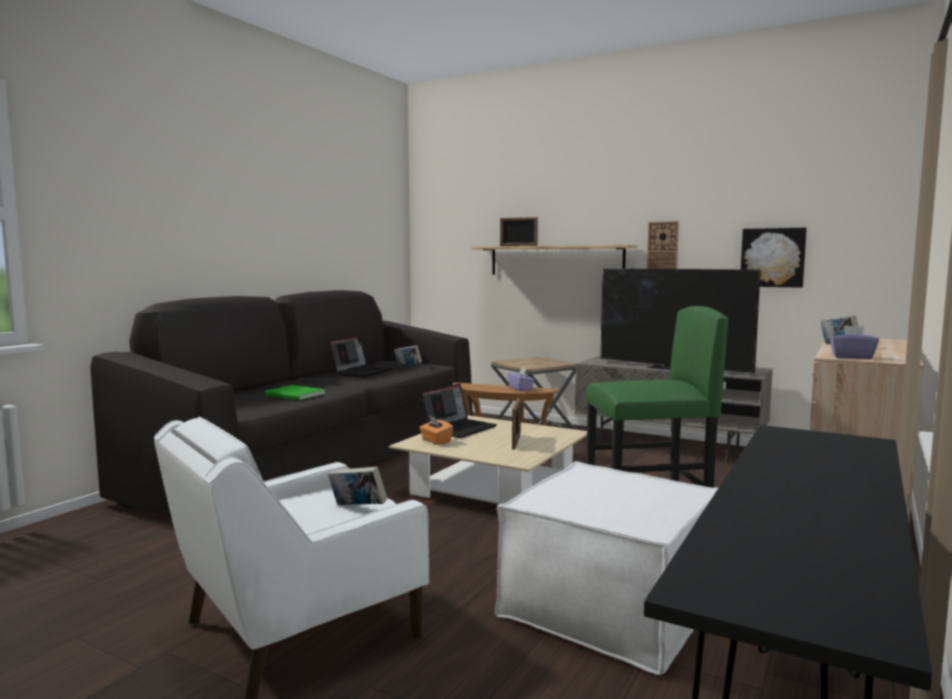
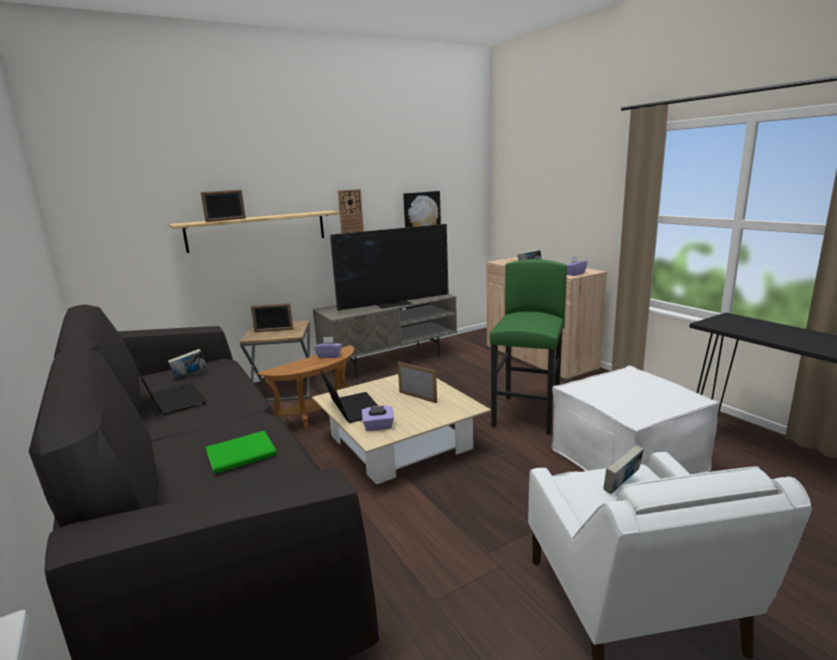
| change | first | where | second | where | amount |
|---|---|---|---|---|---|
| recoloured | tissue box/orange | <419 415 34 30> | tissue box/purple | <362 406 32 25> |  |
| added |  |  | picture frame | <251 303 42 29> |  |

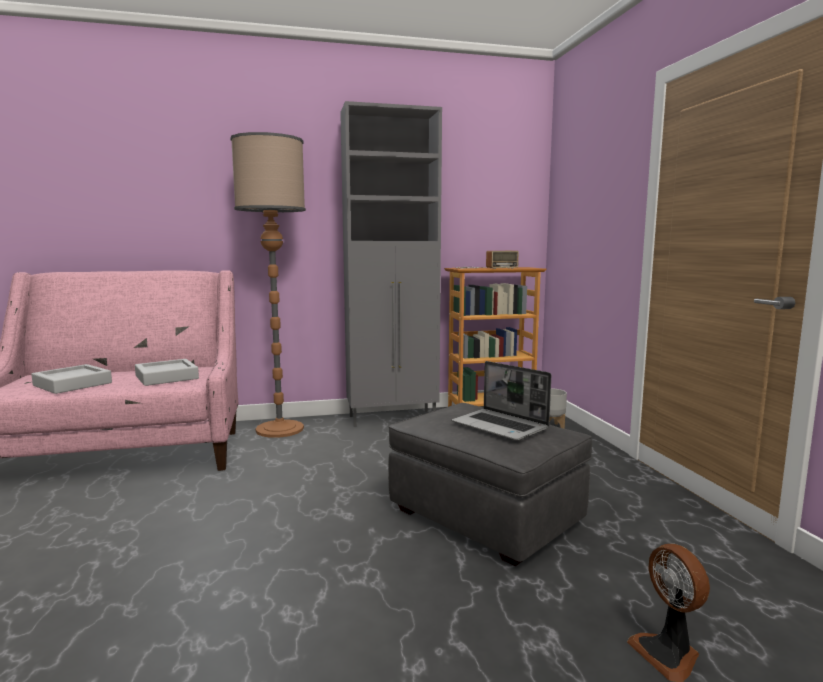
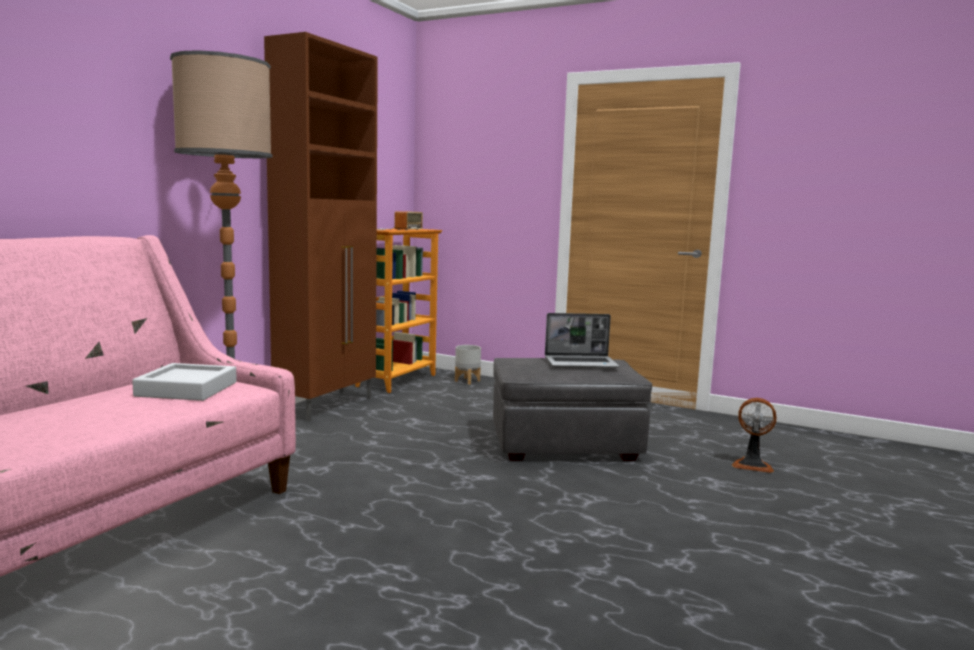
| change | first | where | second | where | amount |
|---|---|---|---|---|---|
| removed | tray/grey | <31 364 81 30> |  |  |  |
| recoloured | cabinet/grey | <340 101 102 326> | cabinet/brown | <264 32 114 390> |  |

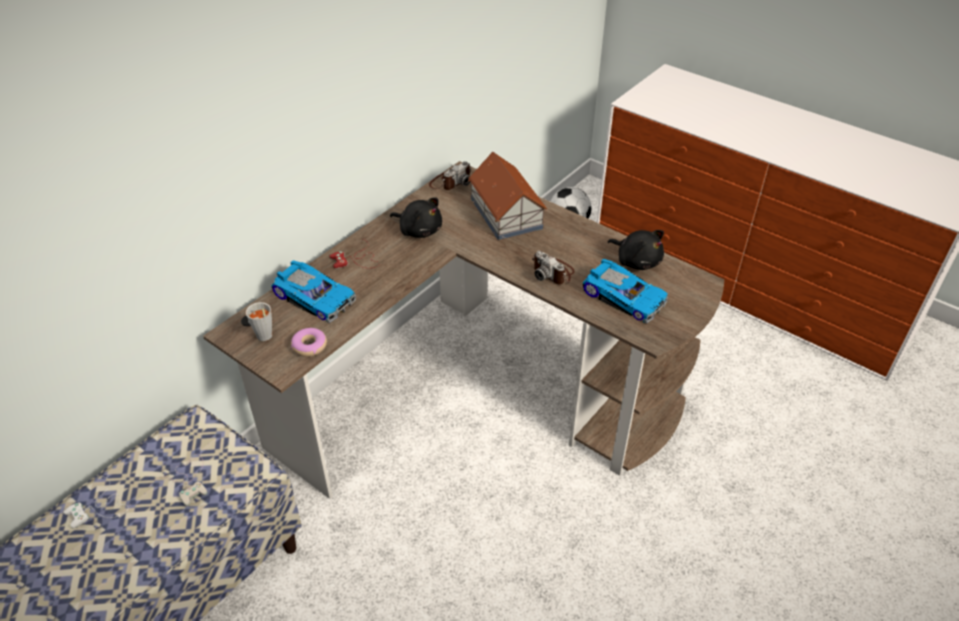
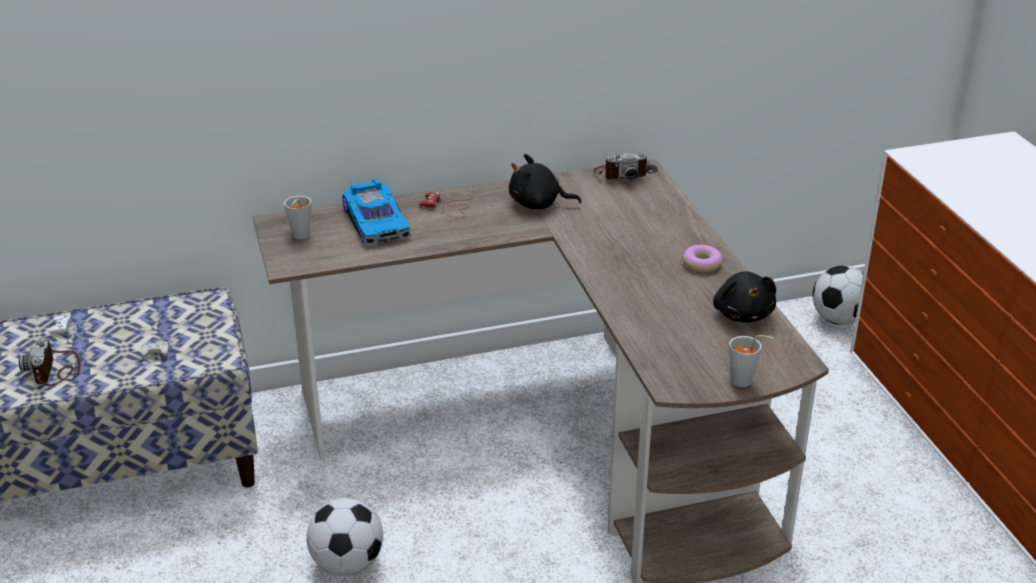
| change | first | where | second | where | amount |
|---|---|---|---|---|---|
| moved | donut | <291 328 36 29> |  | <682 245 41 27> |  |
| turned | plush toy/black | <390 198 52 40> |  | <509 154 73 55> | 120 degrees clockwise |
| removed | toy house | <468 152 79 88> |  |  |  |
| moved | photo camera | <532 251 43 34> |  | <19 338 62 48> |  |
| removed | toy car | <583 259 85 65> |  |  |  |
| added |  |  | football | <306 498 77 78> |  |
| added |  |  | cup/grey | <729 335 45 52> |  |

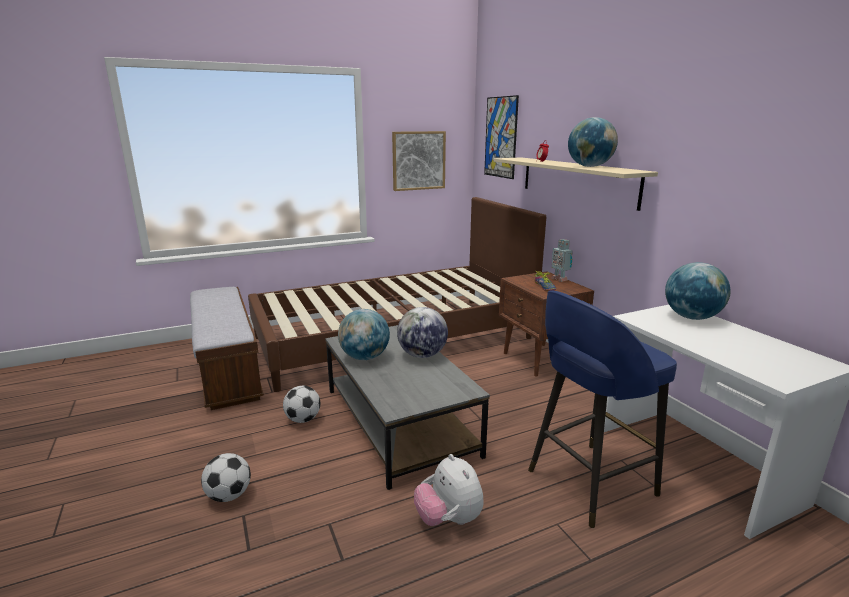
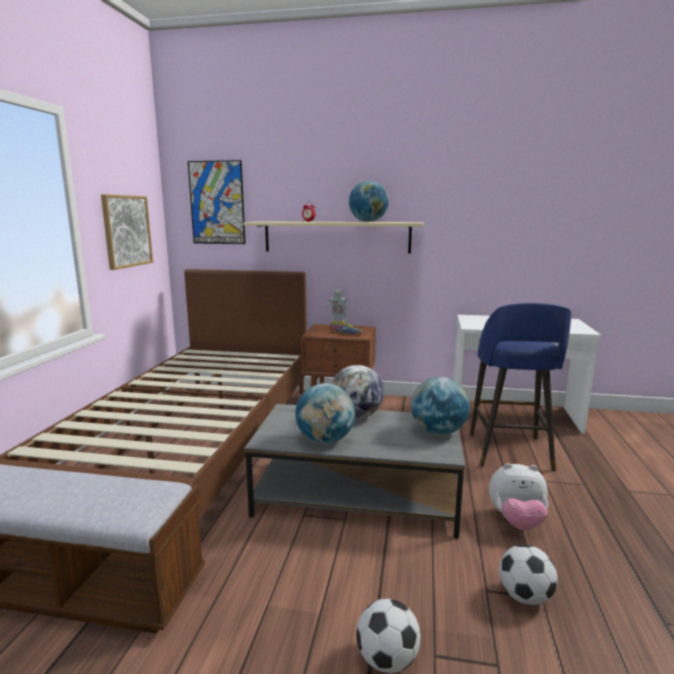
| change | first | where | second | where | amount |
|---|---|---|---|---|---|
| moved | football | <283 386 37 37> |  | <499 545 59 60> |  |
| moved | globe | <665 262 66 58> |  | <411 377 59 58> |  |

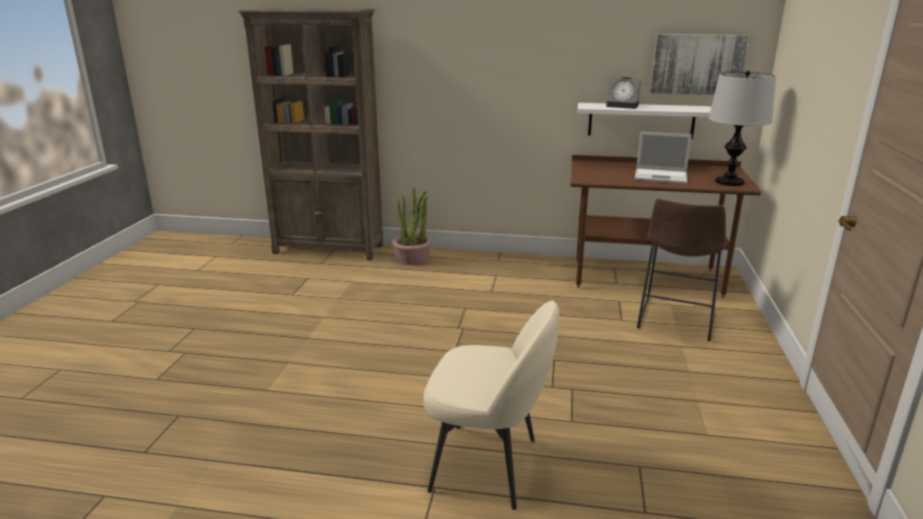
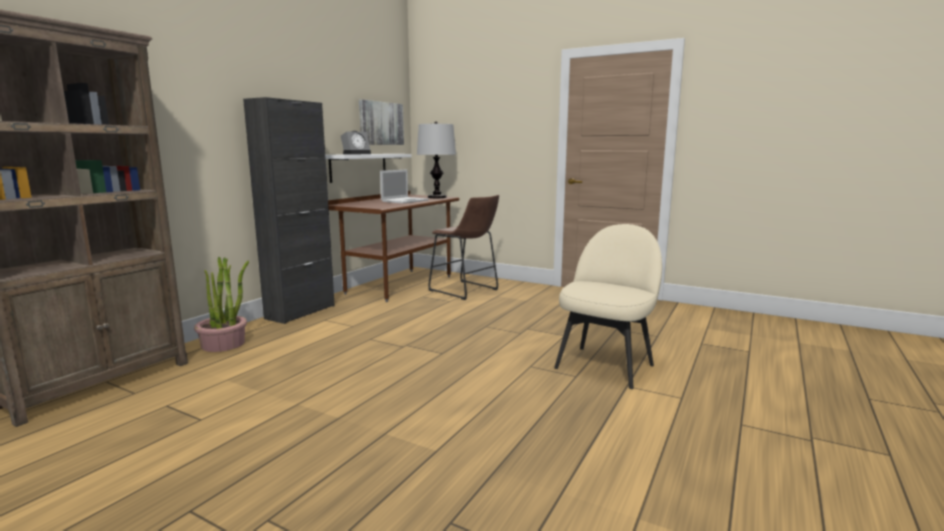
| change | first | where | second | where | amount |
|---|---|---|---|---|---|
| added |  |  | cabinet/black | <243 97 92 227> |  |

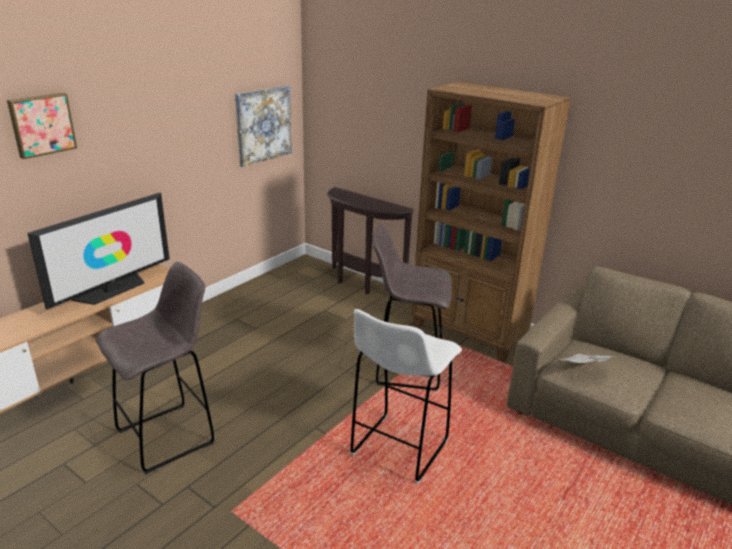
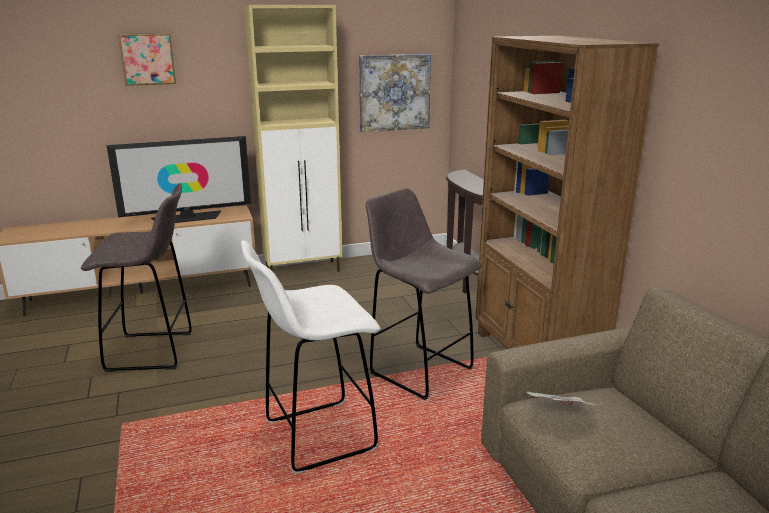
| change | first | where | second | where | amount |
|---|---|---|---|---|---|
| added |  |  | cabinet/beige | <244 5 98 267> |  |

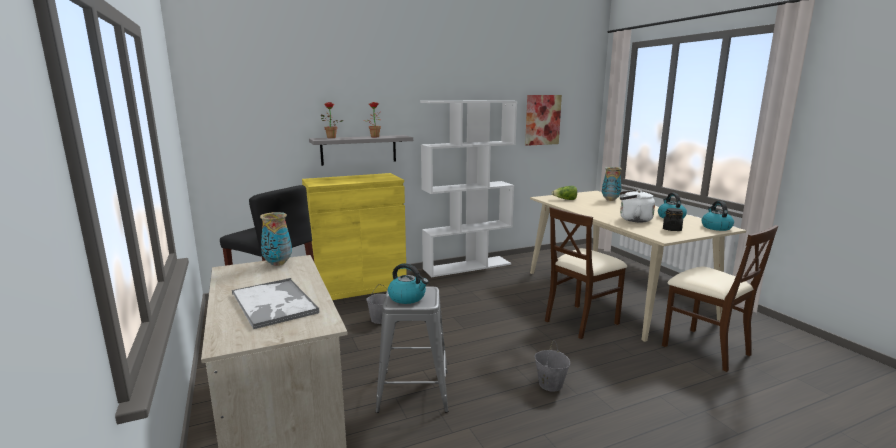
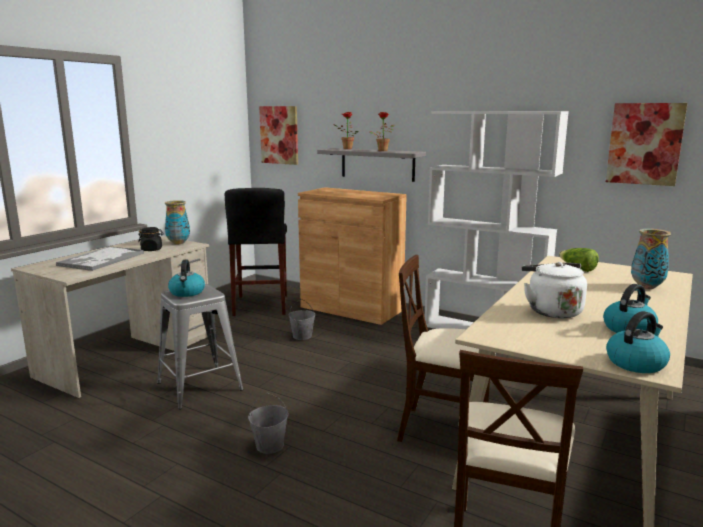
| change | first | where | second | where | amount |
|---|---|---|---|---|---|
| recoloured | cabinet/yellow | <302 173 105 127> | cabinet/brown | <298 187 109 138> |  |
| moved | jar/black | <663 208 20 23> |  | <138 227 26 24> |  |
| added |  |  | picture | <259 106 39 59> |  |

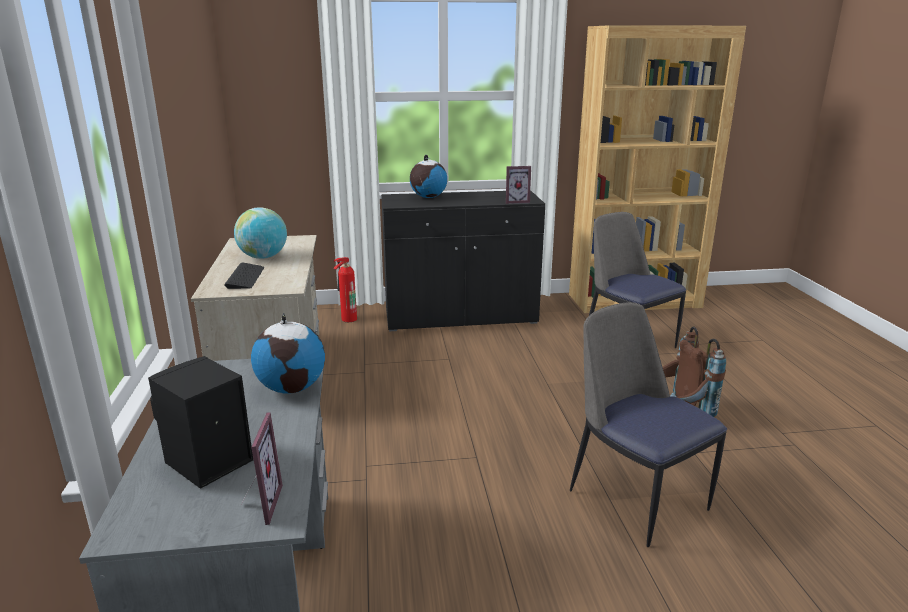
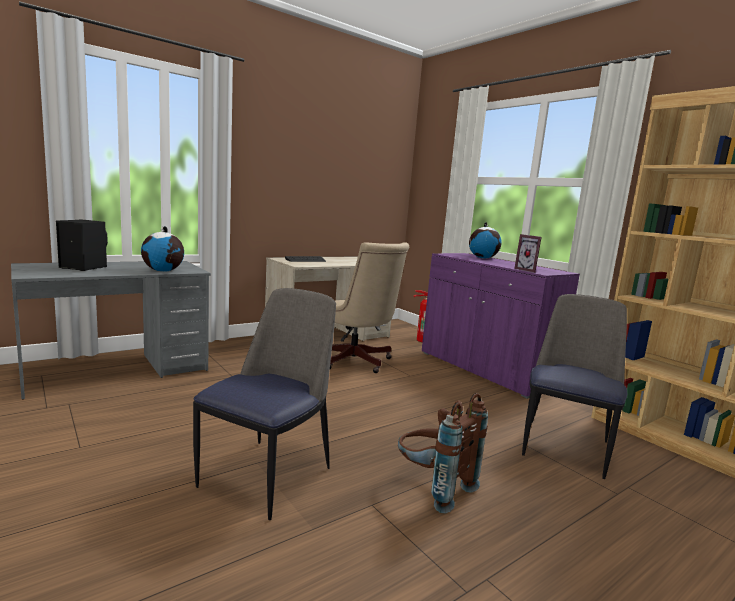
| change | first | where | second | where | amount |
|---|---|---|---|---|---|
| removed | globe | <234 207 53 52> |  |  |  |
| removed | picture frame | <242 412 41 113> |  |  |  |
| recoloured | cabinet/black | <381 190 164 141> | cabinet/purple | <422 253 158 146> |  |
| added |  |  | office chair/beige | <330 242 79 131> |  |

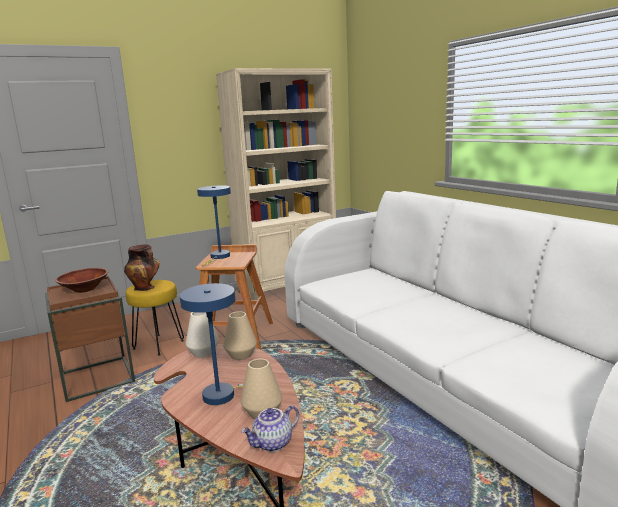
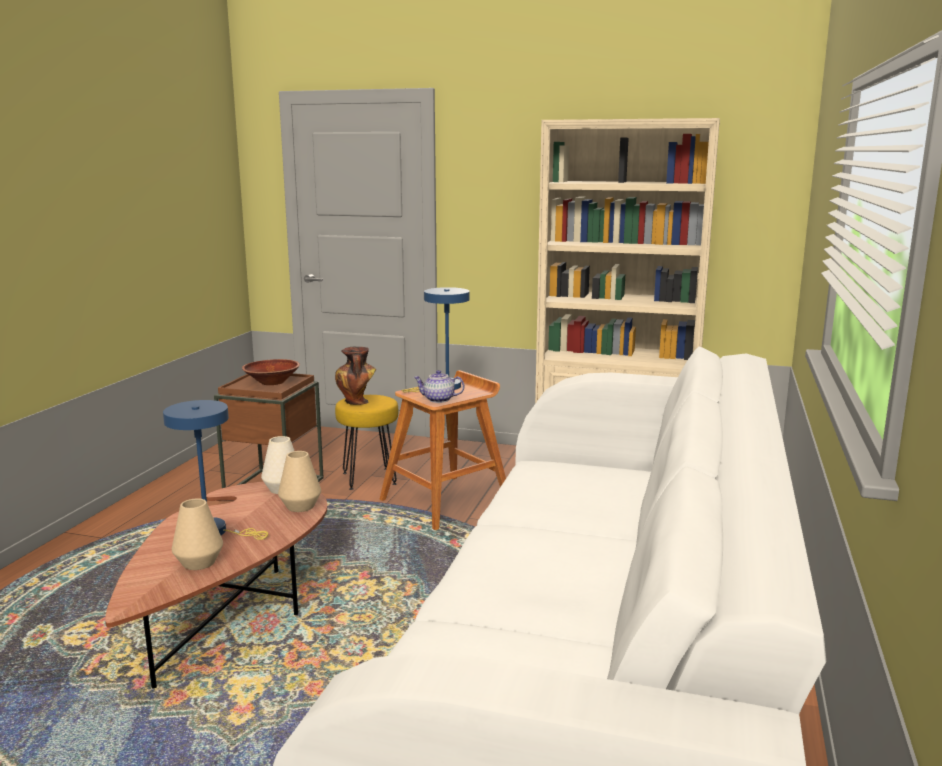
| change | first | where | second | where | amount |
|---|---|---|---|---|---|
| moved | teapot | <241 405 58 47> |  | <413 370 51 33> |  |

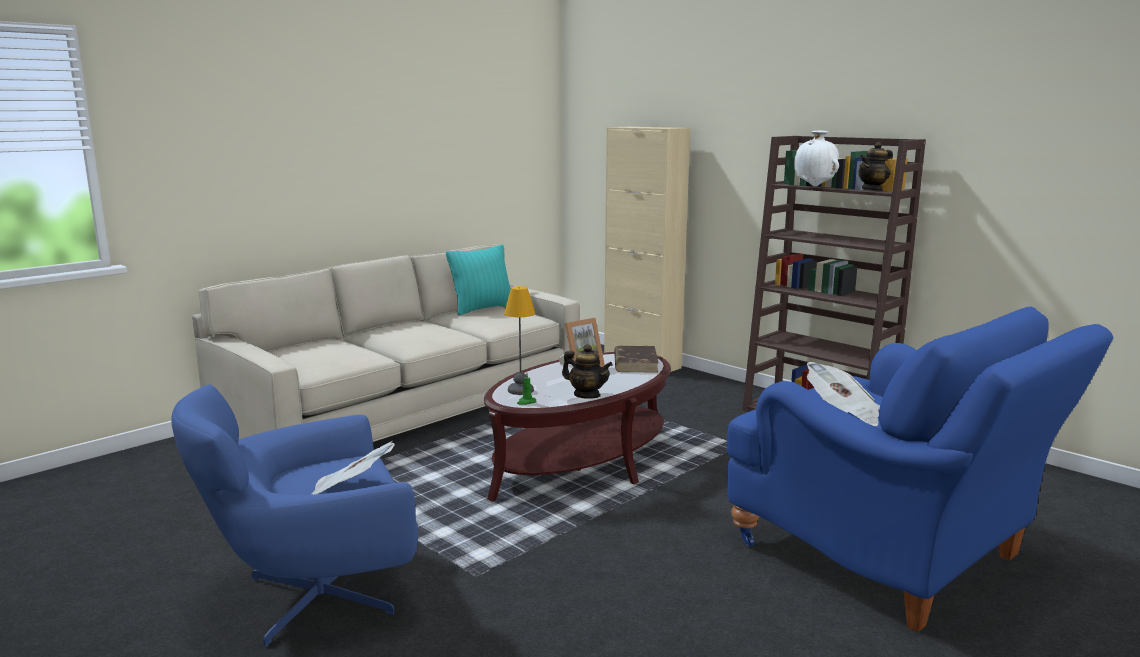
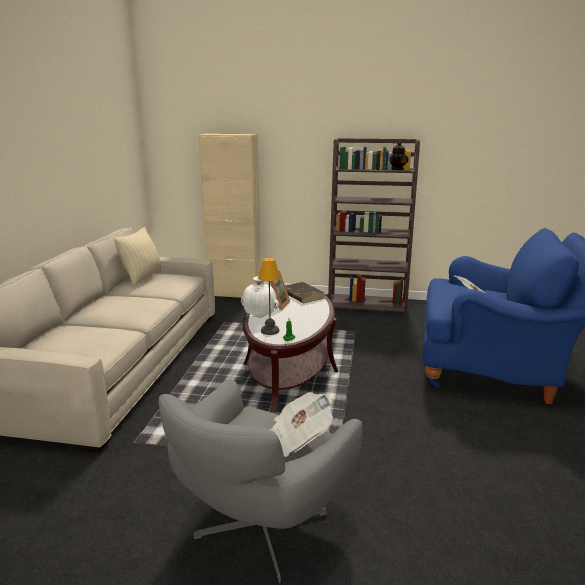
| change | first | where | second | where | amount |
|---|---|---|---|---|---|
| recoloured | armchair/blue | <171 384 247 263> | armchair/grey | <158 380 205 203> |  |
| recoloured | pillow/turquoise | <446 245 65 70> | pillow/beige | <114 227 49 59> |  |
| removed | teapot | <562 344 51 55> |  |  |  |
| moved | vase/white | <794 131 45 55> |  | <241 276 38 42> |  |

